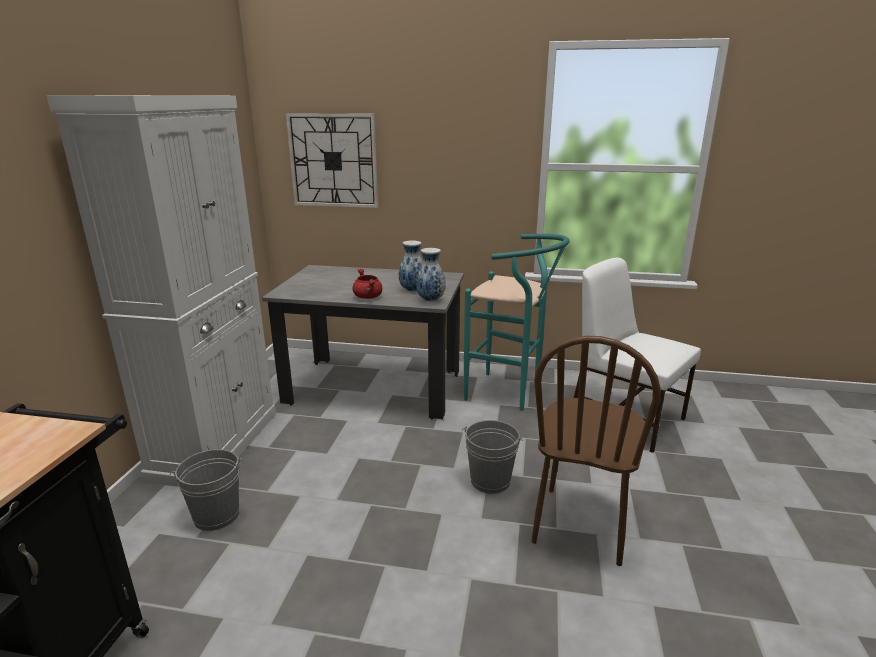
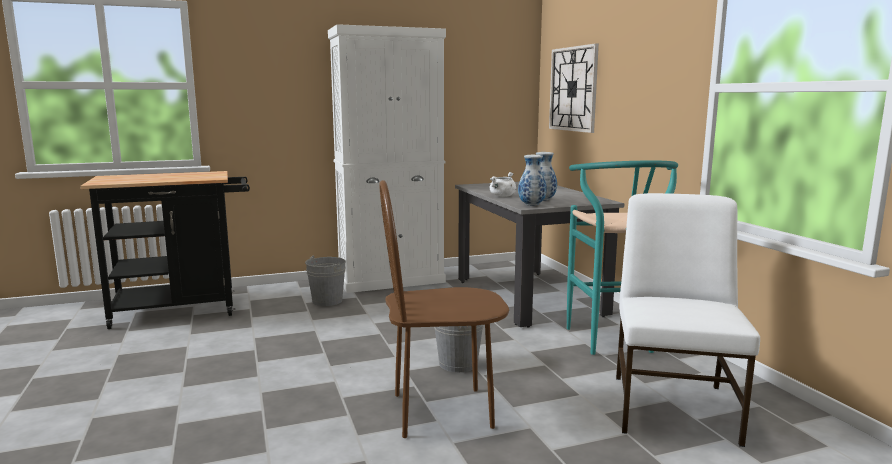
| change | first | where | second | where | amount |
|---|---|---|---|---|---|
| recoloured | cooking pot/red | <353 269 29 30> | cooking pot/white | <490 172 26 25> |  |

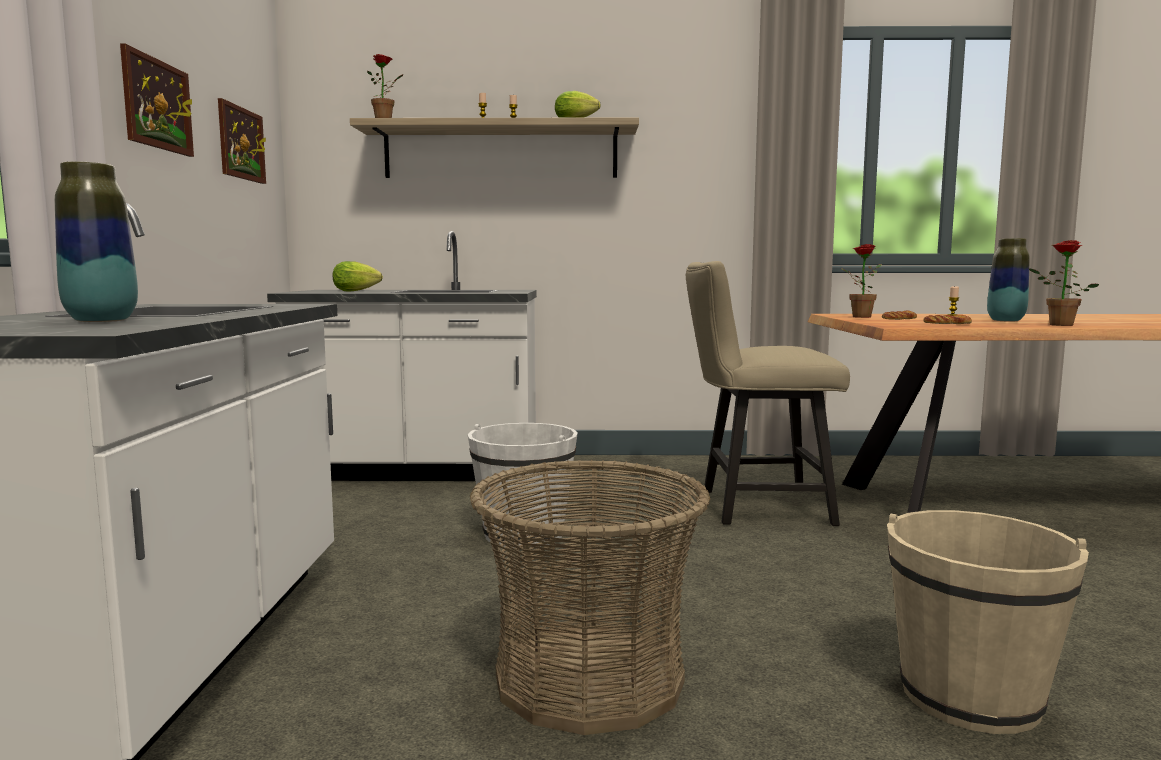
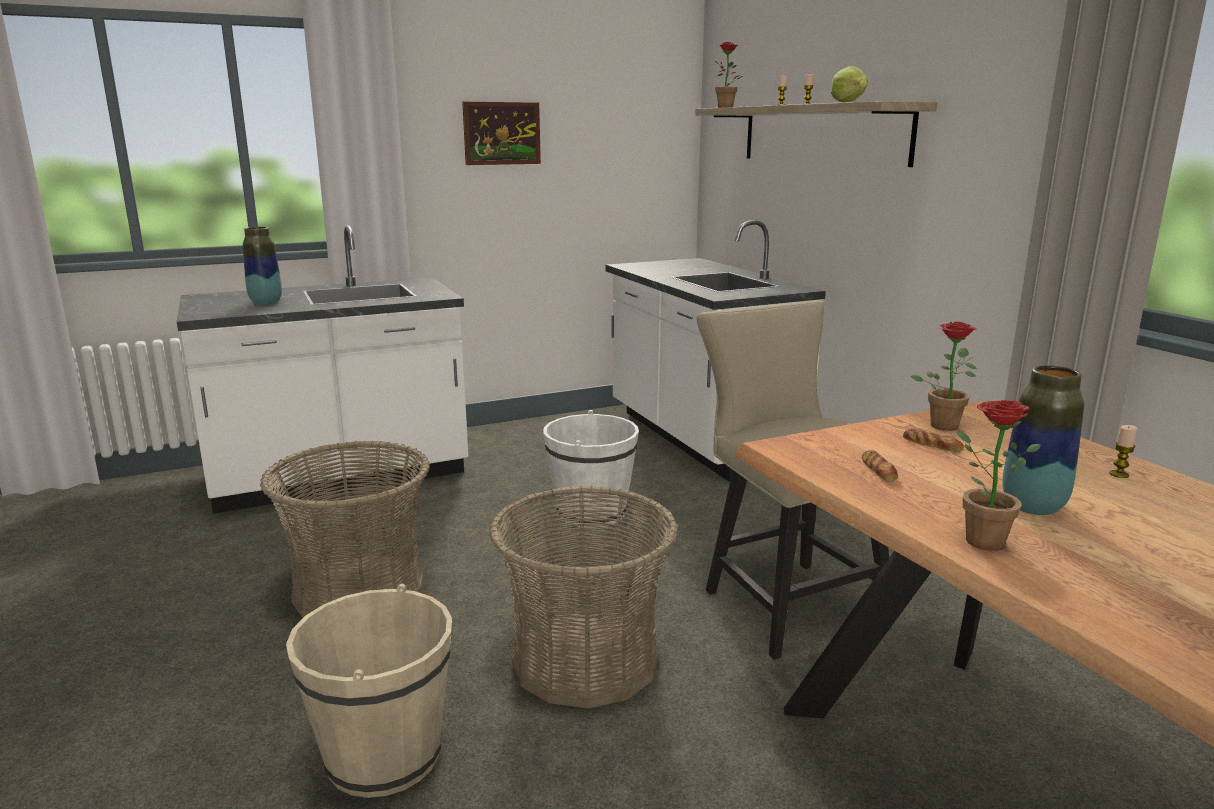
| change | first | where | second | where | amount |
|---|---|---|---|---|---|
| removed | picture | <218 98 48 86> |  |  |  |
| removed | lettuce | <333 261 50 31> |  |  |  |
| added |  |  | basket | <489 485 189 224> |  |

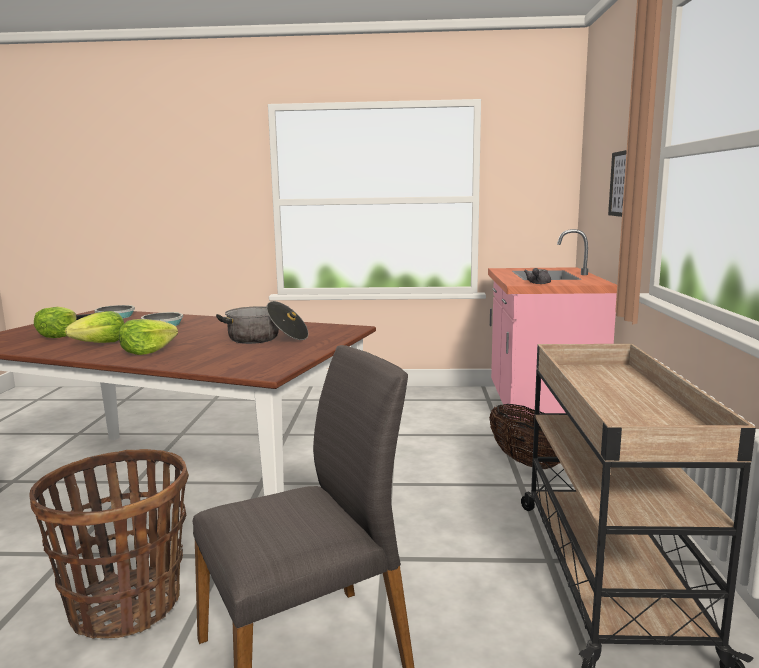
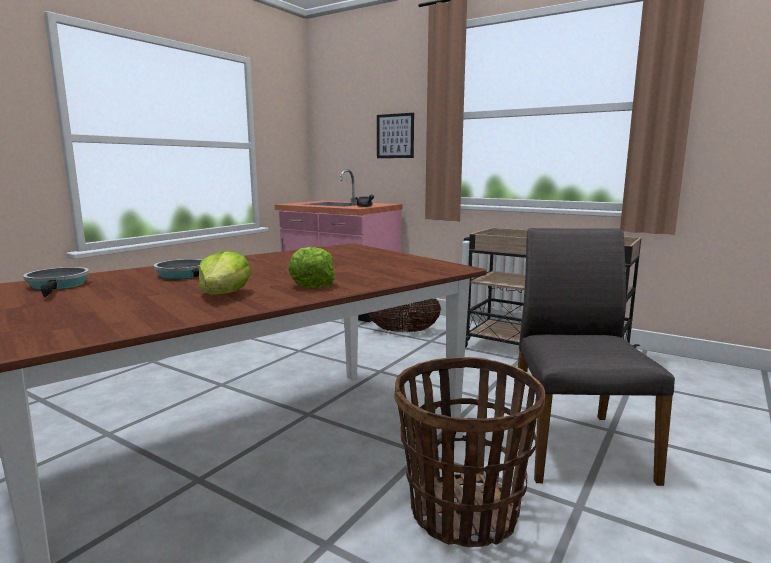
| change | first | where | second | where | amount |
|---|---|---|---|---|---|
| removed | lettuce | <34 307 43 31> |  |  |  |
| removed | cooking pot | <216 301 92 43> |  |  |  |

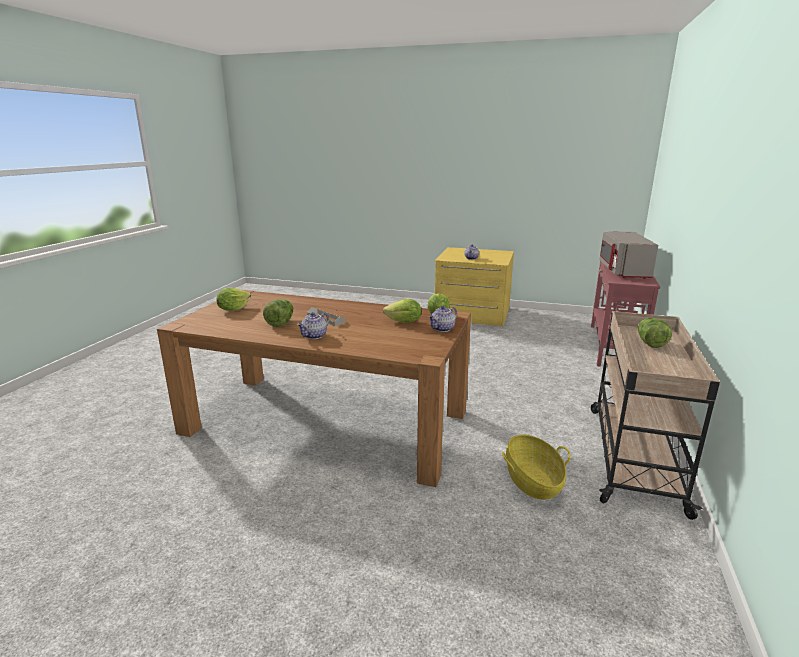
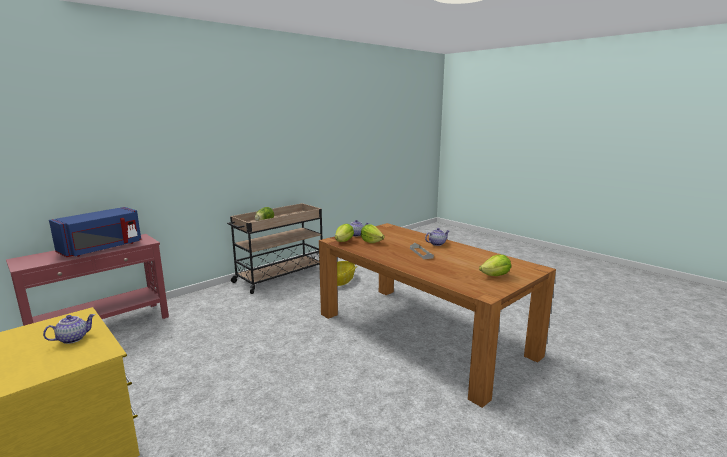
| change | first | where | second | where | amount |
|---|---|---|---|---|---|
| removed | lettuce | <263 299 30 28> |  |  |  |
| recoloured | microwave/grey | <599 231 59 48> | microwave/blue | <49 207 92 50> |  |

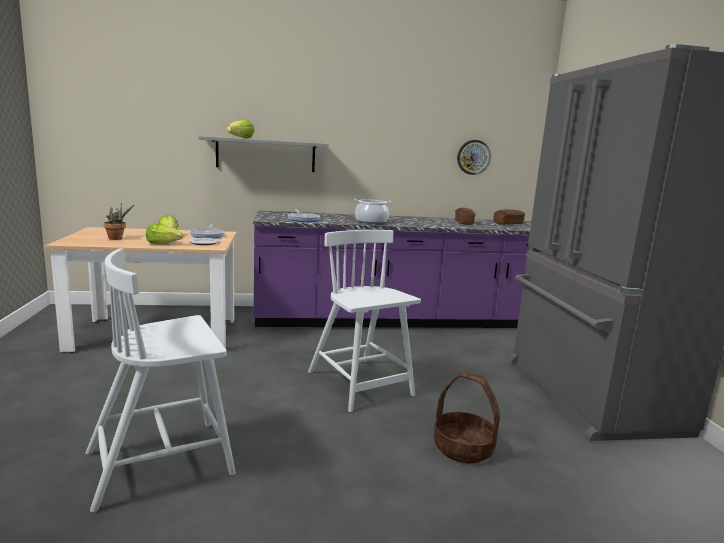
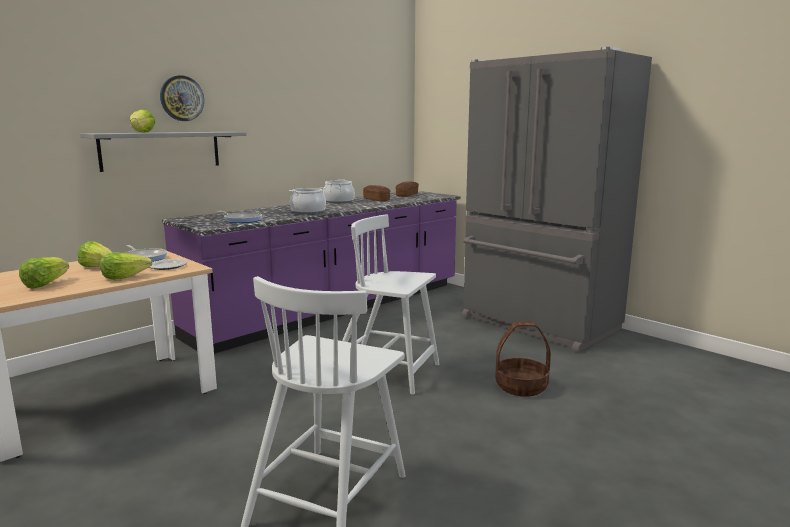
| change | first | where | second | where | amount |
|---|---|---|---|---|---|
| replaced | potted plant | <104 203 31 37> | lettuce | <19 257 50 32> |  |
| moved | wall clock | <457 140 34 35> |  | <160 75 44 46> |  |
| added |  |  | cooking pot | <323 179 32 24> |  |

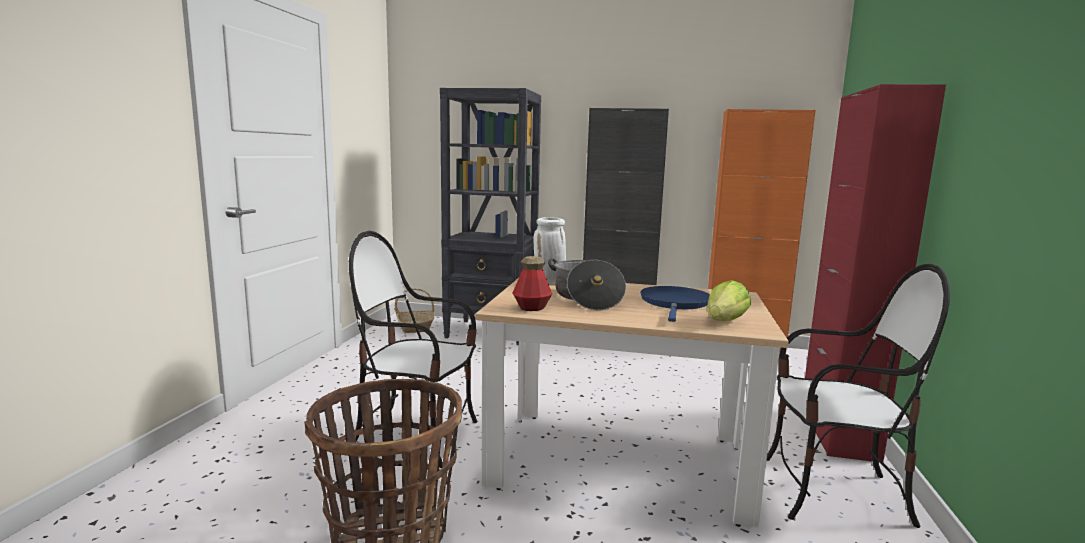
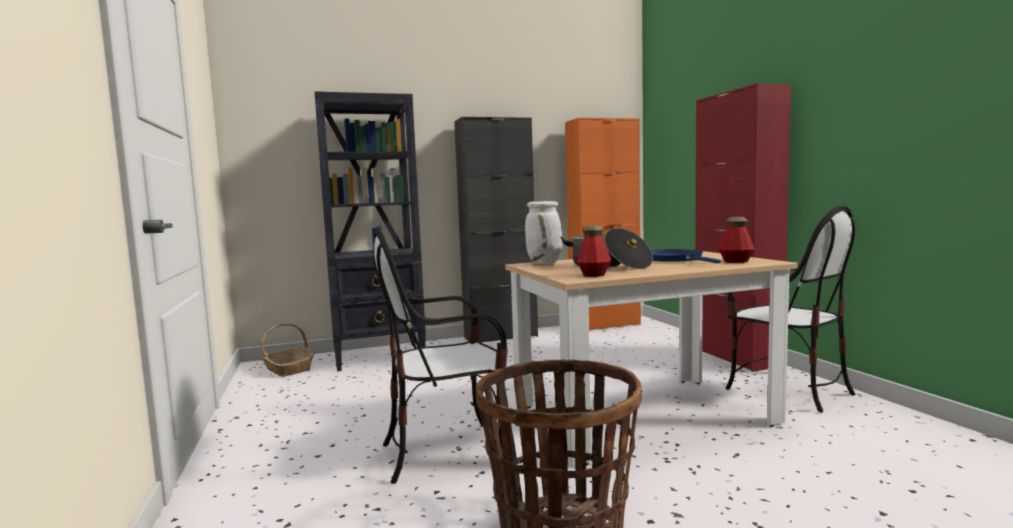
| change | first | where | second | where | amount |
|---|---|---|---|---|---|
| replaced | lettuce | <707 280 44 41> | bottle | <718 217 37 46> |  |
| turned | chair | <767 264 183 264> |  | <726 206 130 206> | 75 degrees clockwise |

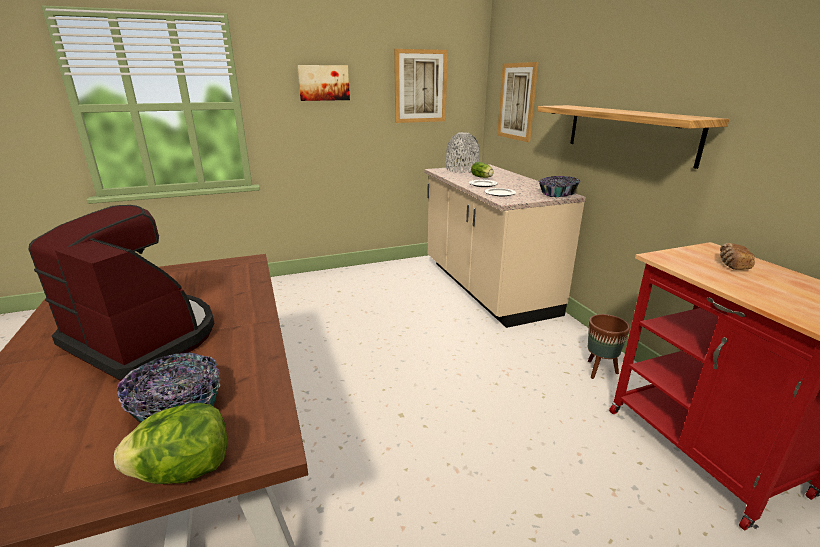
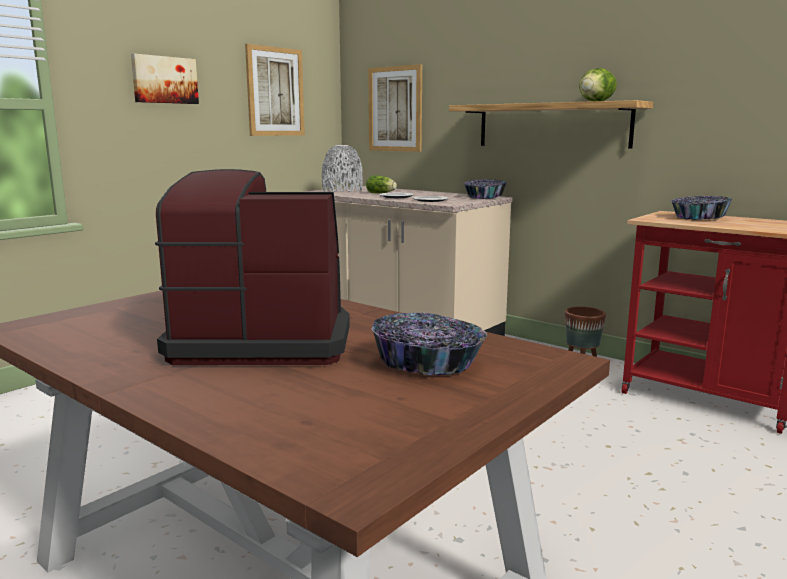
| change | first | where | second | where | amount |
|---|---|---|---|---|---|
| moved | lettuce | <114 403 113 81> |  | <579 68 38 33> |  |
| replaced | bread | <720 243 35 27> | bowl | <671 196 62 24> |  |

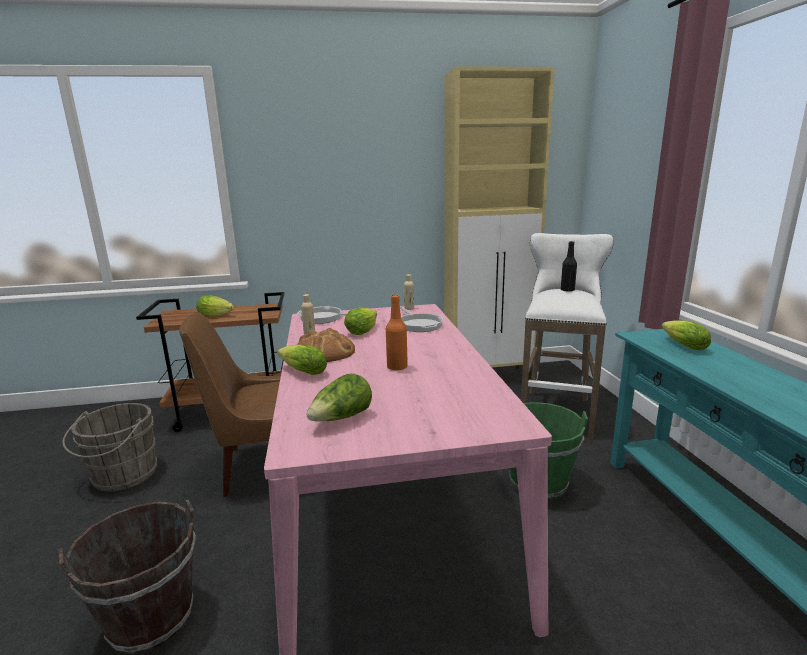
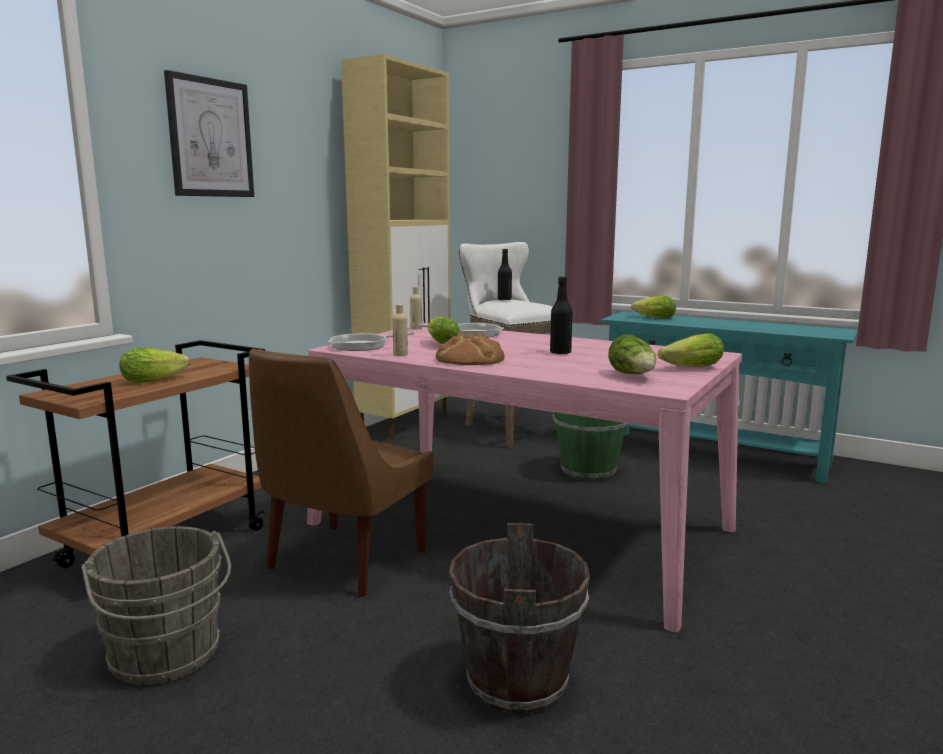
| change | first | where | second | where | amount |
|---|---|---|---|---|---|
| moved | lettuce | <277 344 50 31> |  | <658 333 66 34> |  |
| recoloured | bottle/orange | <386 295 22 76> | bottle/black | <550 276 23 78> |  |
| added |  |  | picture | <164 70 90 127> |  |

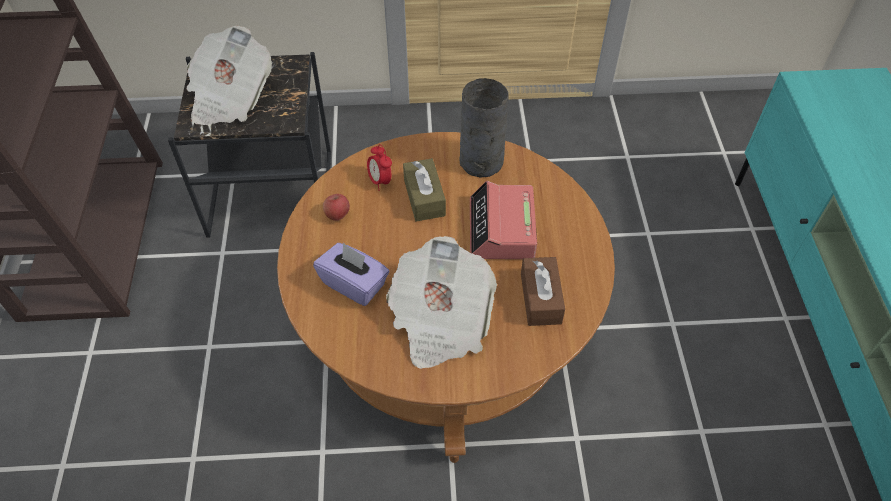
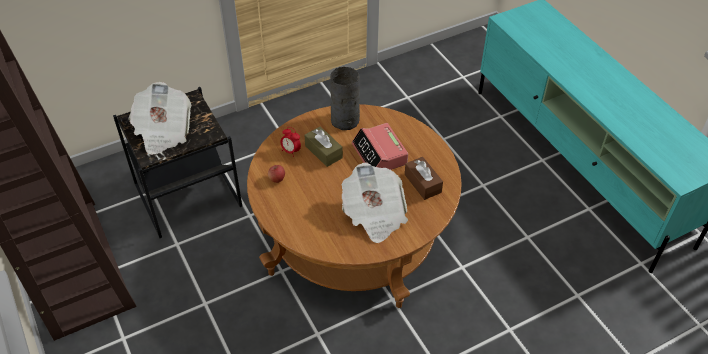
| change | first | where | second | where | amount |
|---|---|---|---|---|---|
| removed | tissue box/purple | <313 243 76 63> |  |  |  |

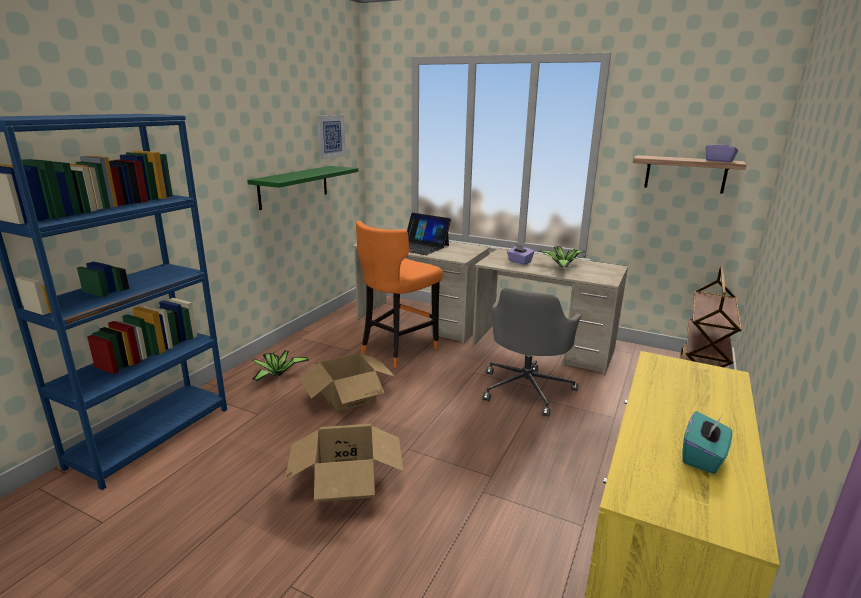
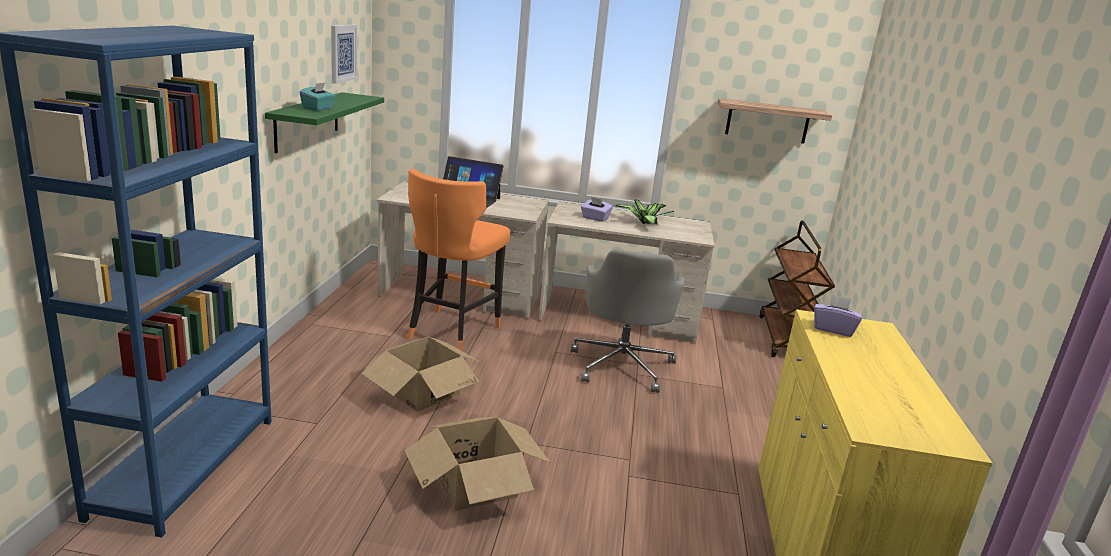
| change | first | where | second | where | amount |
|---|---|---|---|---|---|
| removed | potted plant | <252 351 58 31> |  |  |  |
| moved | tissue box/turquoise | <682 411 50 63> |  | <300 83 36 28> |  |
| moved | tissue box/purple | <706 139 32 23> |  | <814 294 48 43> |  |

